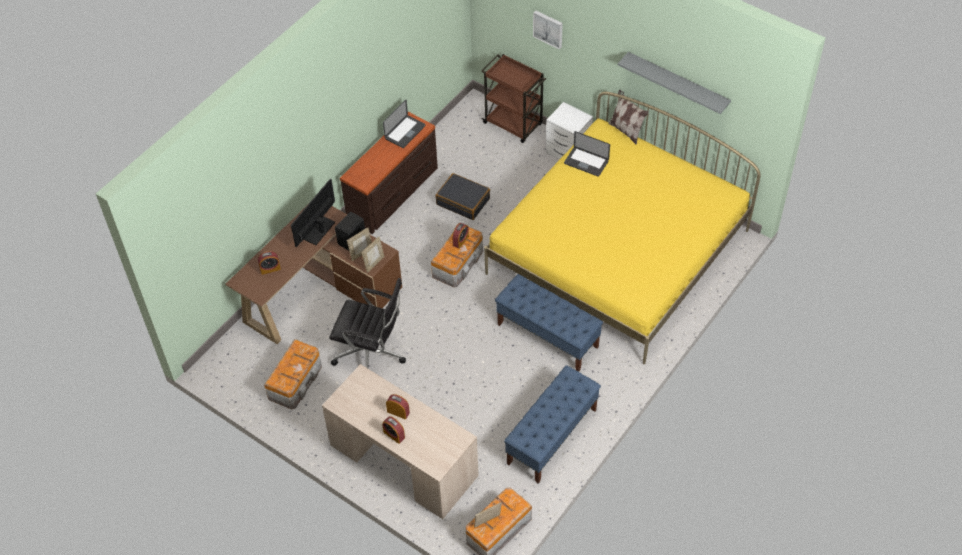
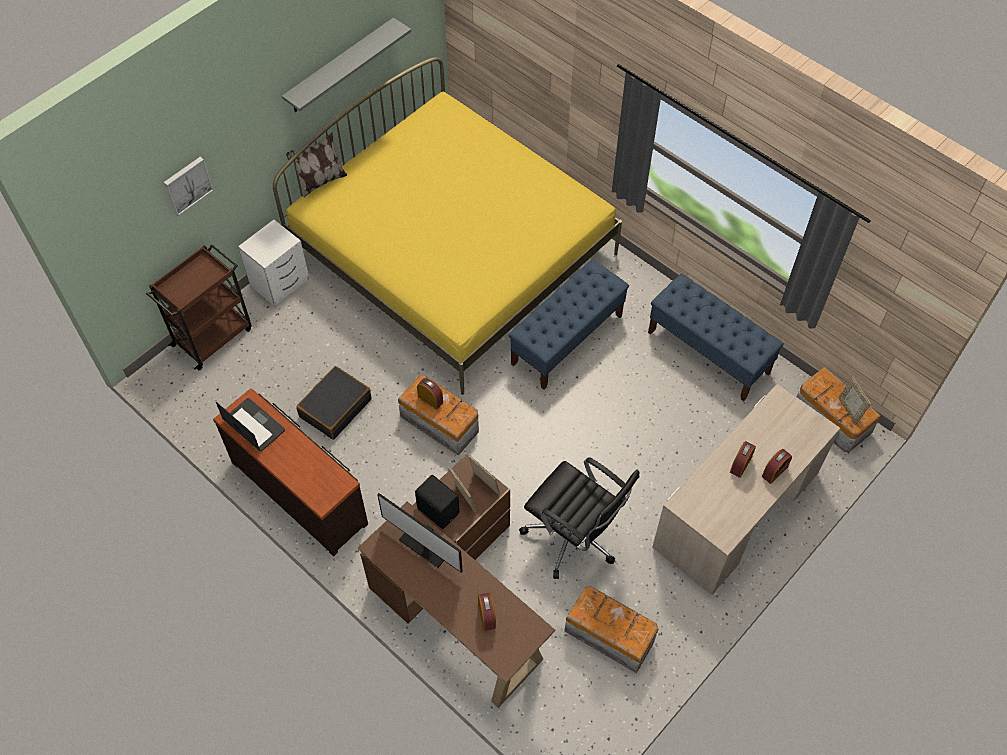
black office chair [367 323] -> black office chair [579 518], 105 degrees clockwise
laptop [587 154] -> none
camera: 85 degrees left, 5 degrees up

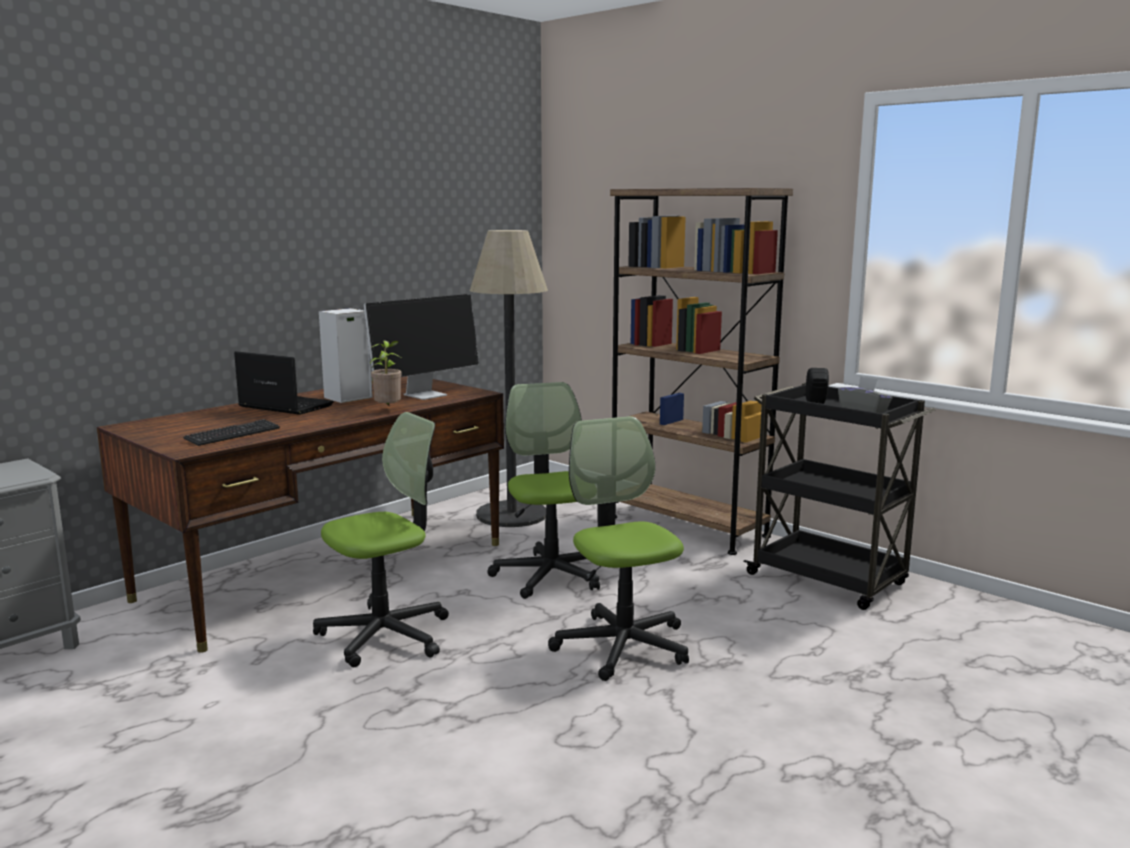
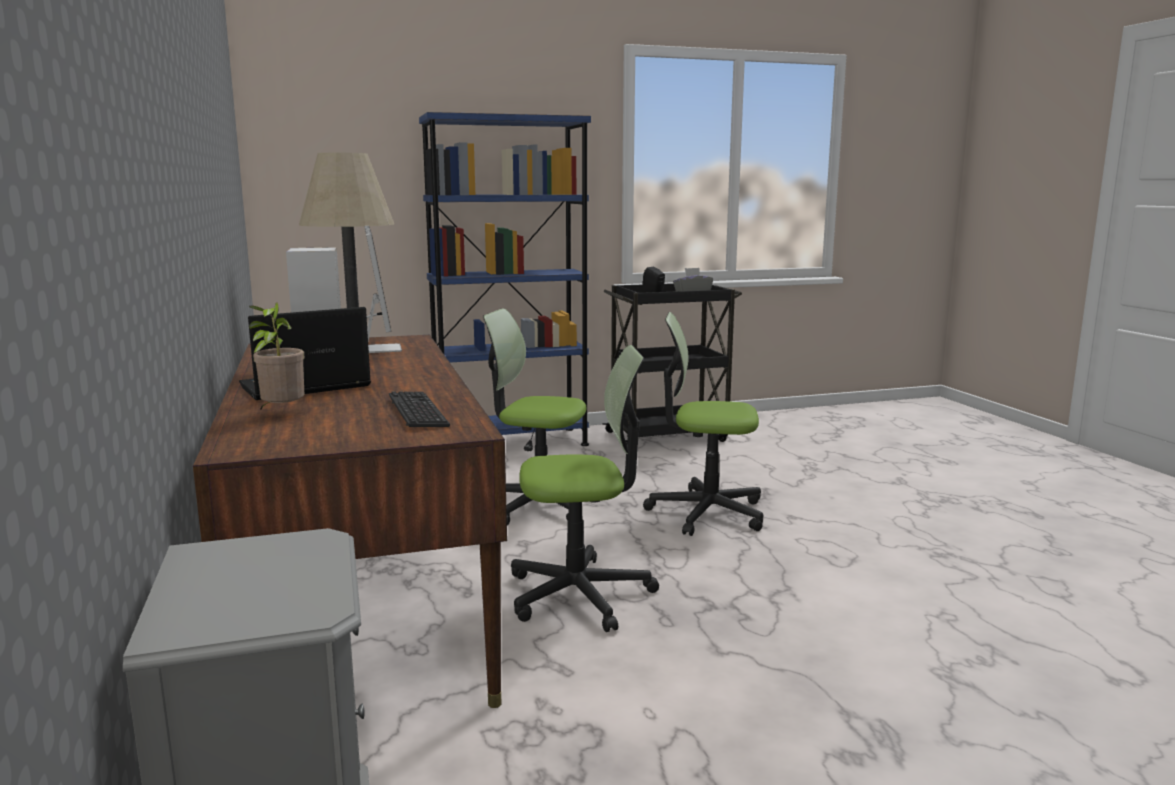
potted plant [386 373] -> potted plant [277 357], moved
brown bookcase [701 371] -> blue bookcase [505 279]
office chair [381 540] -> office chair [585 488], 90 degrees clockwise
camera: 60 degrees left, 0 degrees up

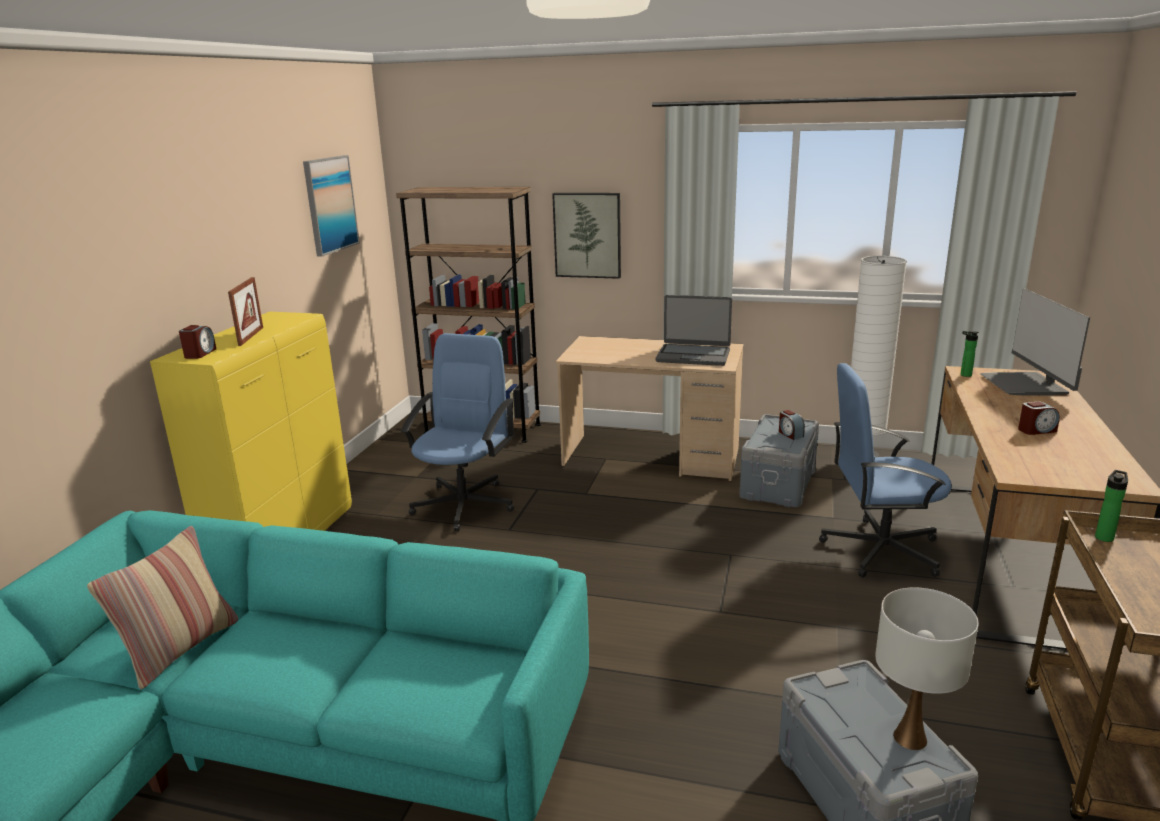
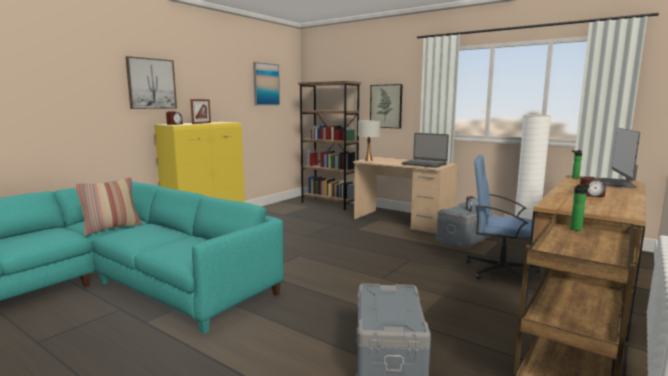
none -> picture [151 82]
white table lamp [927 668] -> white table lamp [369 140], moved
blue office chair [457 432] -> none
camera: 20 degrees right, 10 degrees down

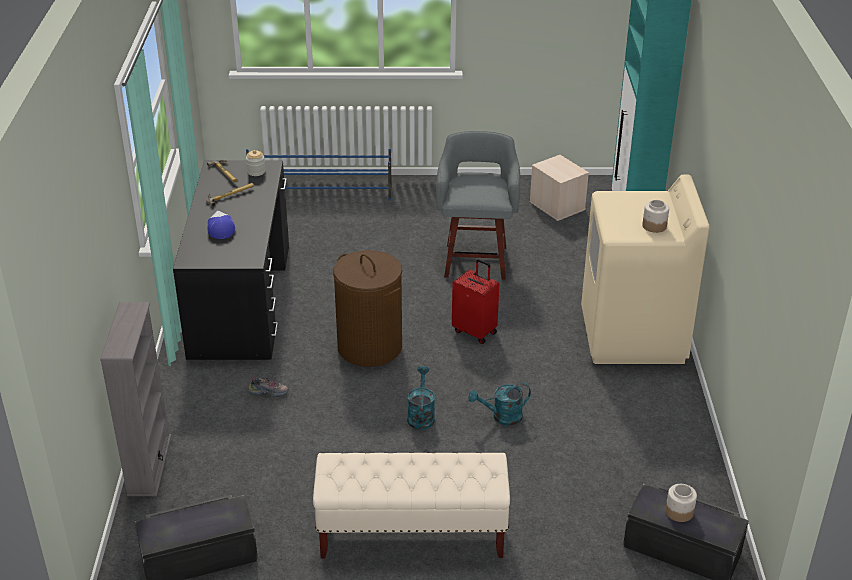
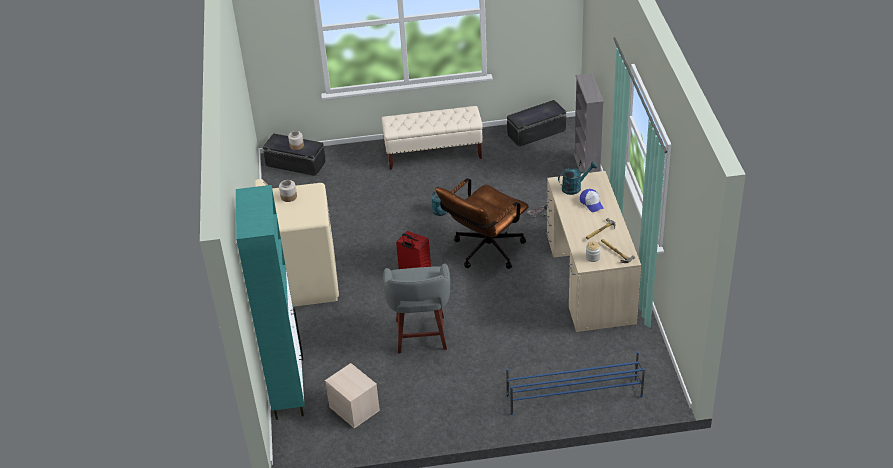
brown laundry basket [367 308] -> brown office chair [482 223]
black desk [231 260] -> beige desk [593 251]
turquoise watering can [499 404] -> turquoise watering can [577 178], moved
camera: 175 degrees right, 5 degrees up

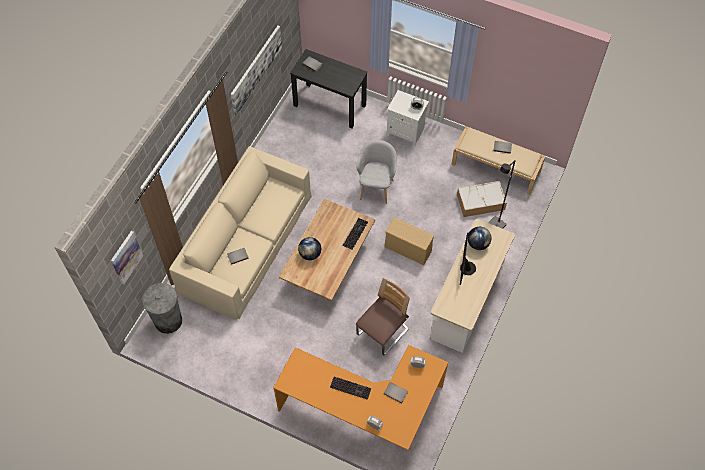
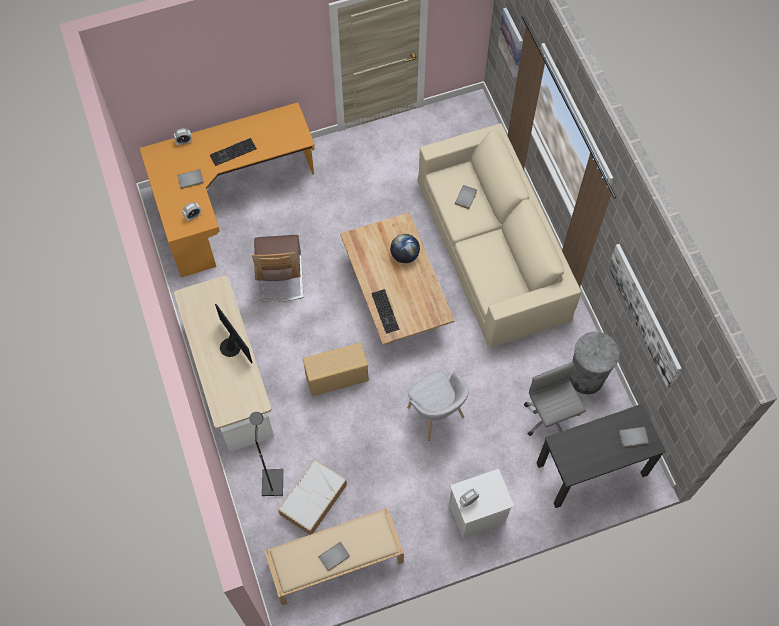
none -> grey office chair [555 399]
grey trash can [162 308] -> grey trash can [595 363], moved
globe [479 238] -> none
camera: 135 degrees right, 5 degrees up

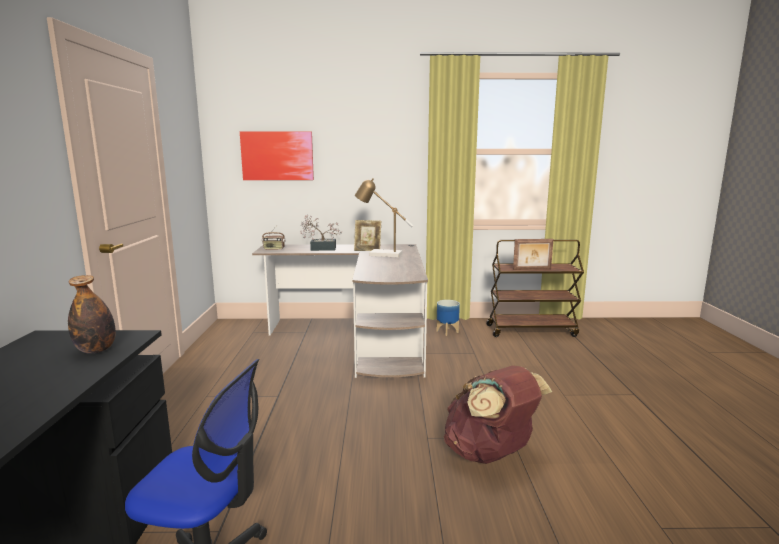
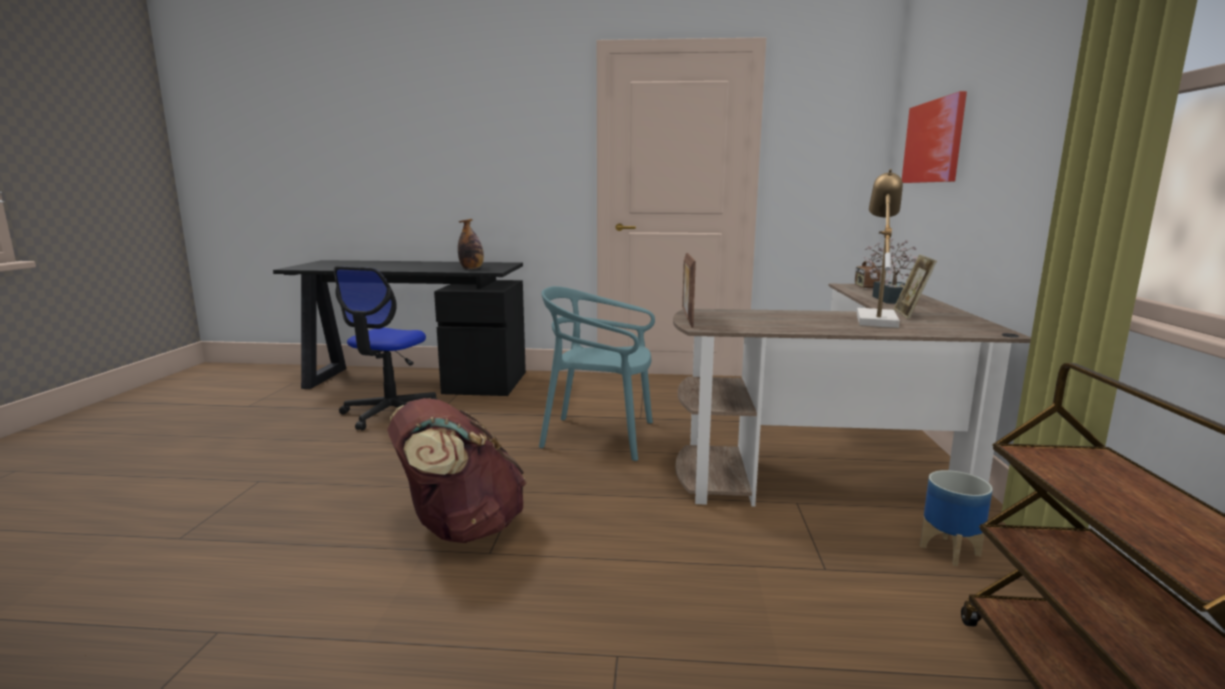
none -> turquoise chair [597 373]
picture frame [533 254] -> picture frame [689 290], moved
camera: 95 degrees right, 0 degrees up

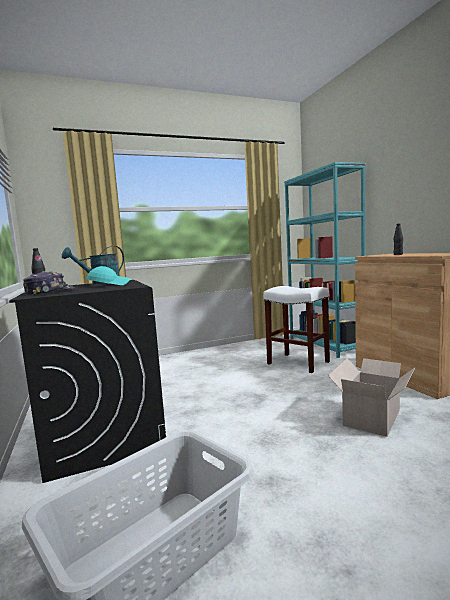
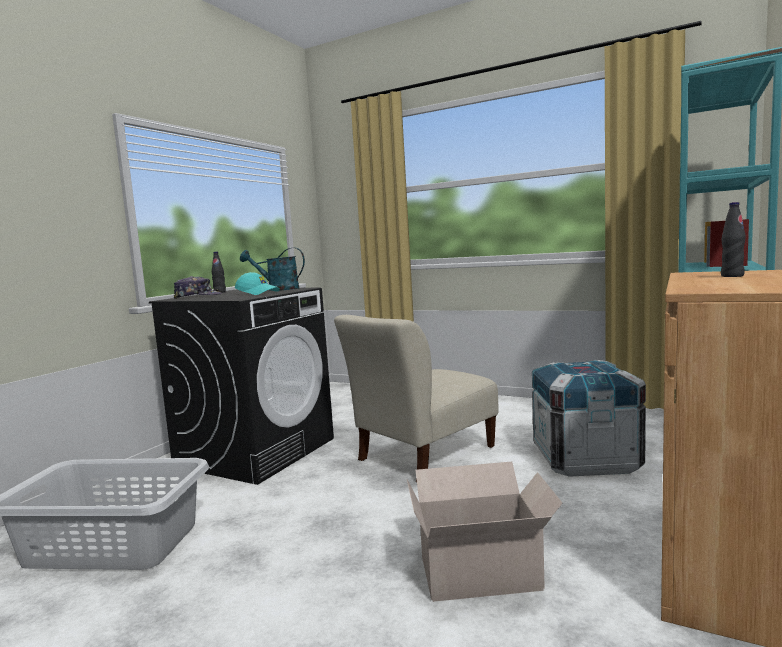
none -> beige chair [416 398]
white stool [296 329] -> crate [589 418]
camera: 50 degrees right, 0 degrees up

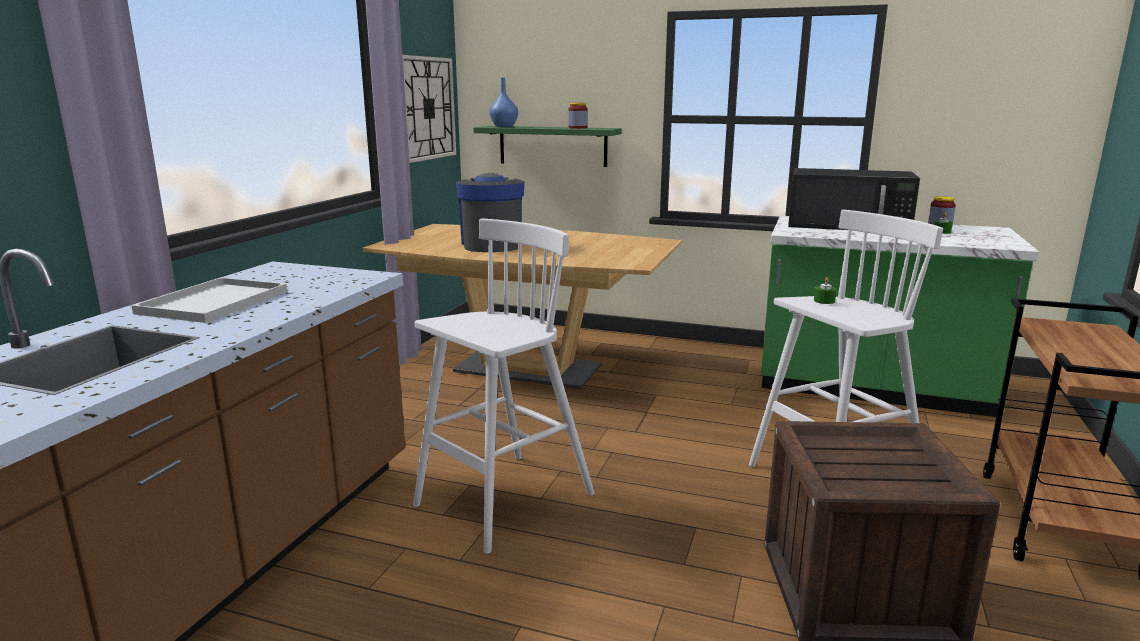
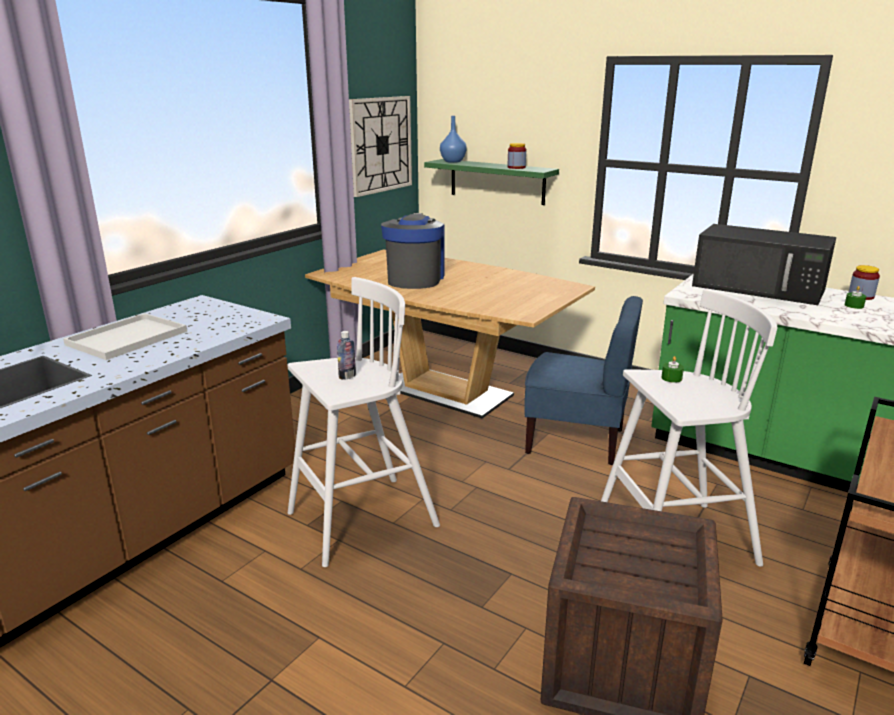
none -> bottle [346 355]
none -> blue chair [583 380]
camera: 15 degrees right, 5 degrees up

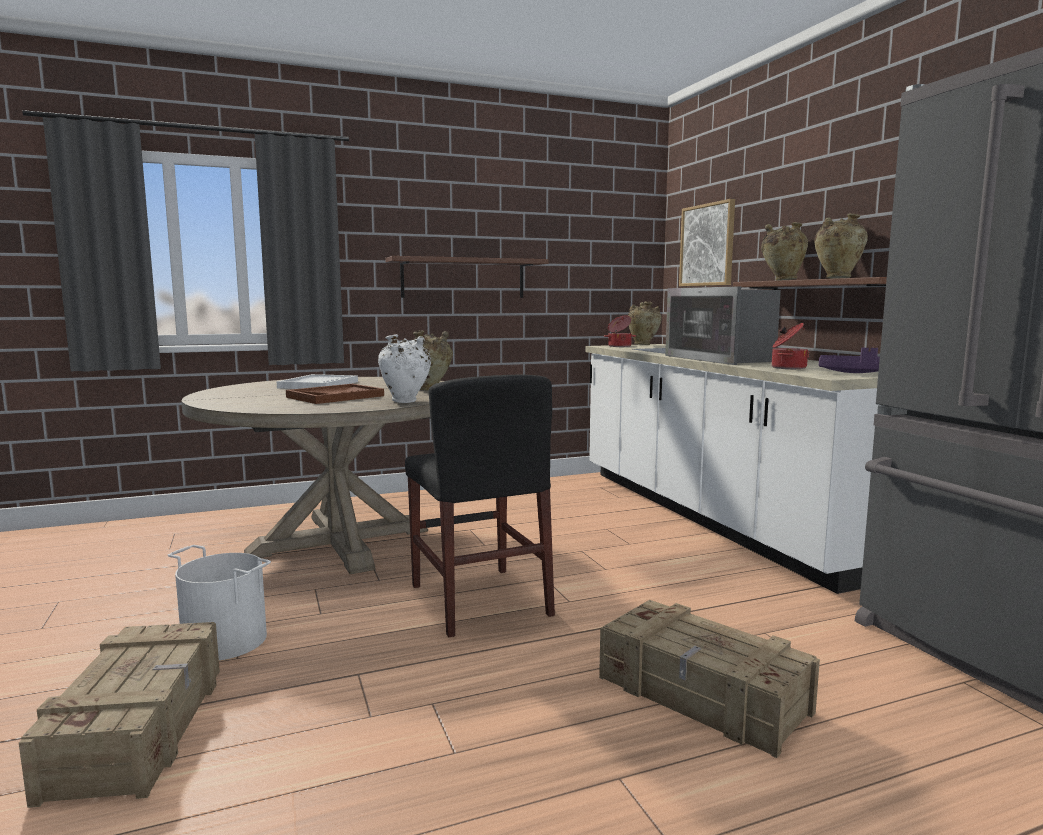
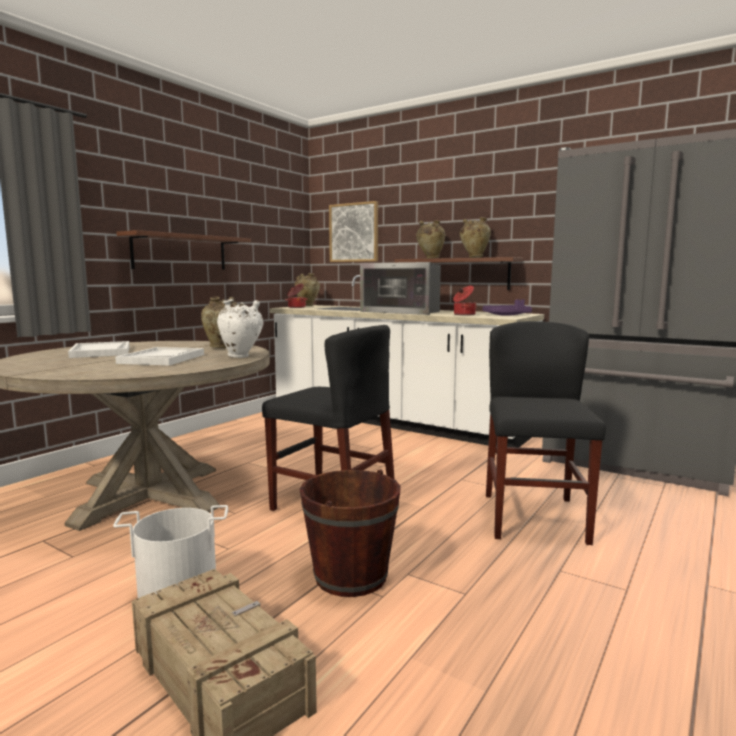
brown tray [335 394] -> white tray [159 356]
none -> brown bucket [350 533]
crate [709 679] -> black chair [546 433]
camera: 35 degrees left, 0 degrees up

